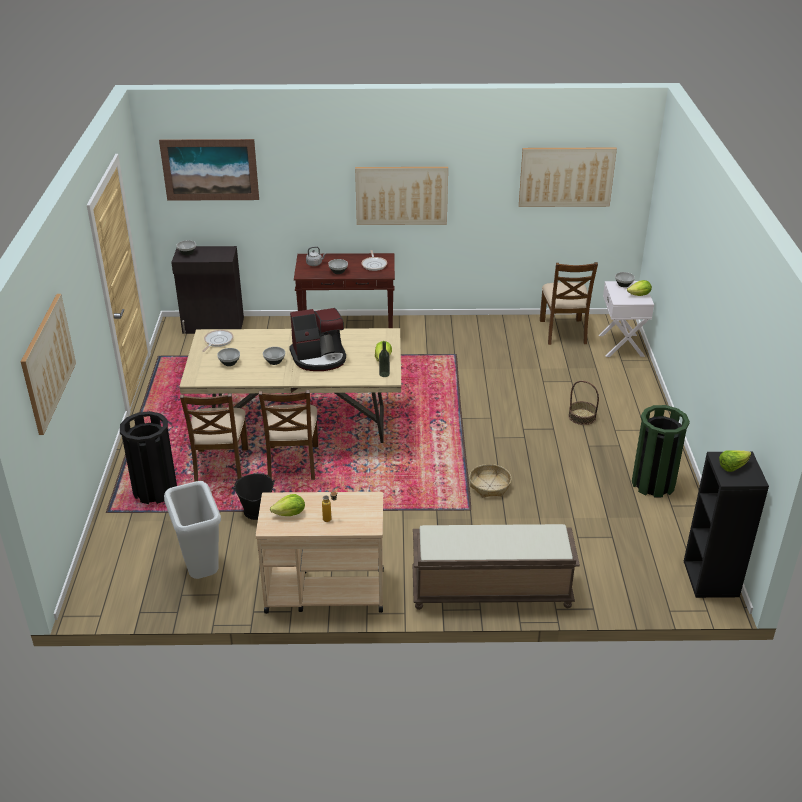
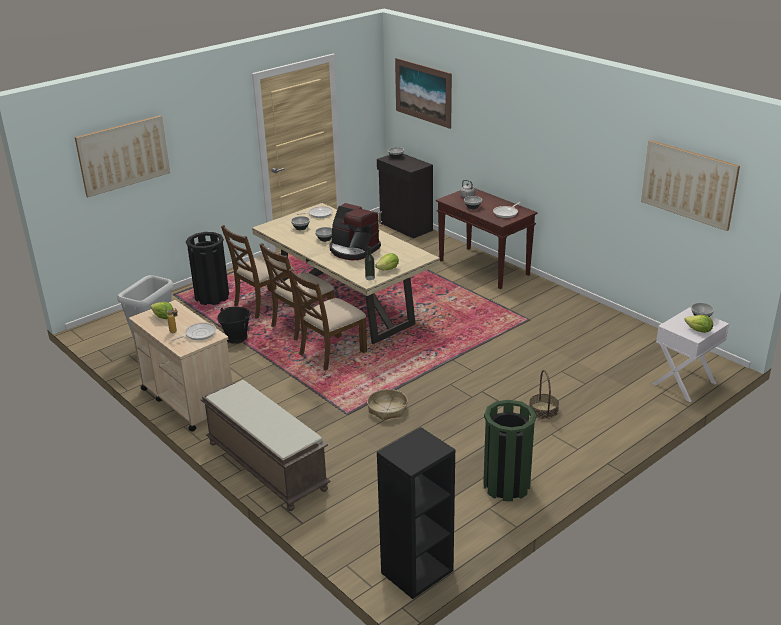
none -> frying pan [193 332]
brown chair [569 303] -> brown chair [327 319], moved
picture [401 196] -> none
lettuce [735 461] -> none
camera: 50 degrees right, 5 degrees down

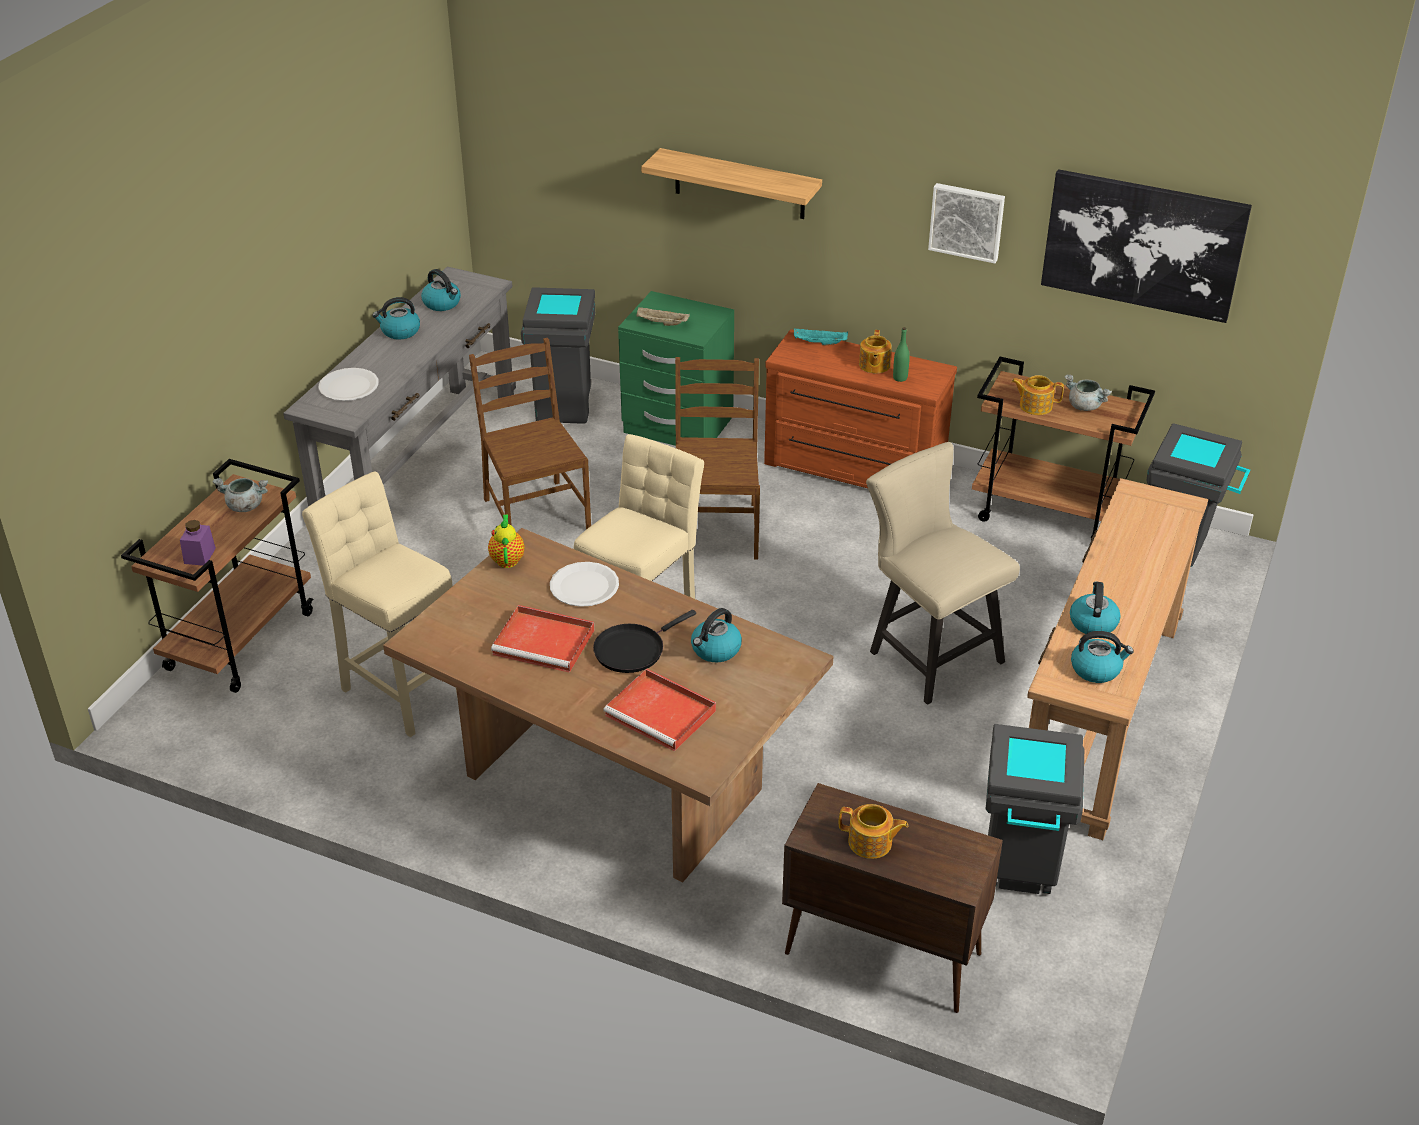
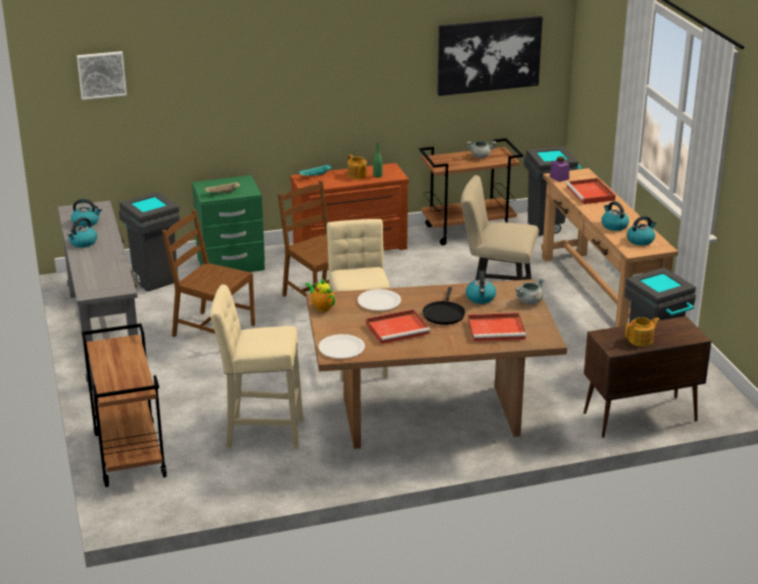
picture [966 223] -> picture [102 75], moved
white plate [349 384] -> white plate [341 346], moved
grey cooking pot [240 495] -> grey cooking pot [529 291], moved
purple jar [198 543] -> purple jar [559 169], moved
none -> red tray [591 191]
shelf [731 183] -> none
teapot [1038 395] -> none
camera: 40 degrees left, 10 degrees down

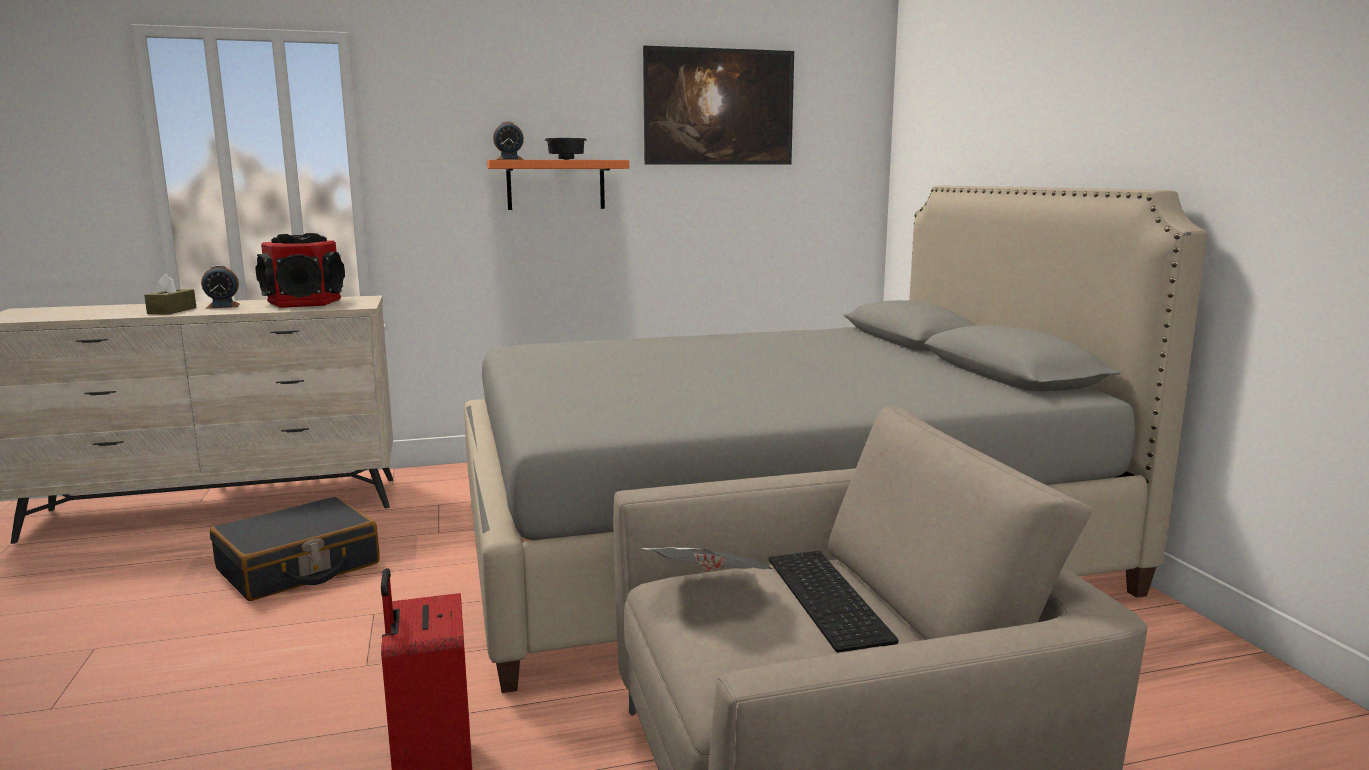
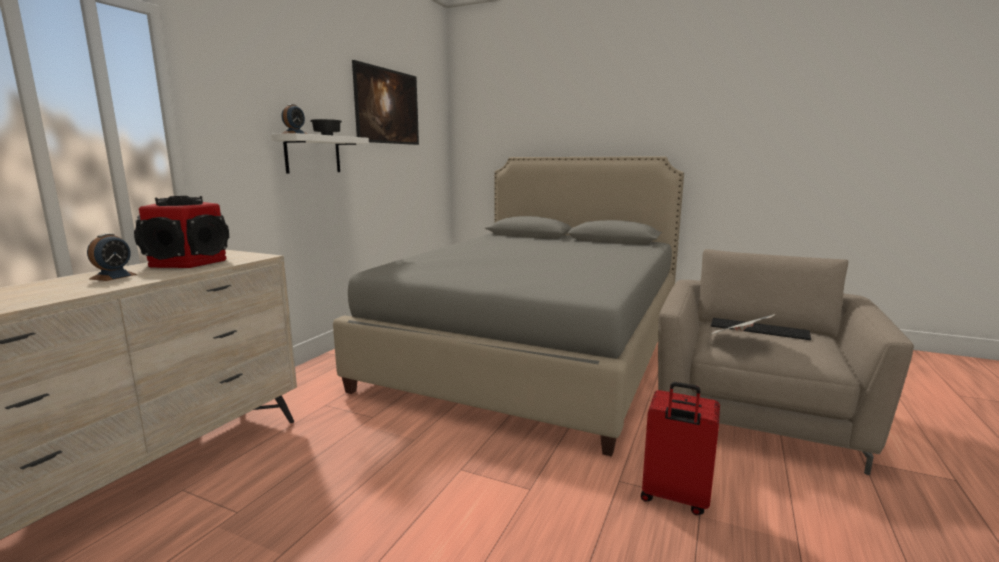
orange shelf [558 185] -> white shelf [320 153]
brown tissue box [170 293] -> none
black suitcase [295 549] -> none
camera: 50 degrees left, 0 degrees up

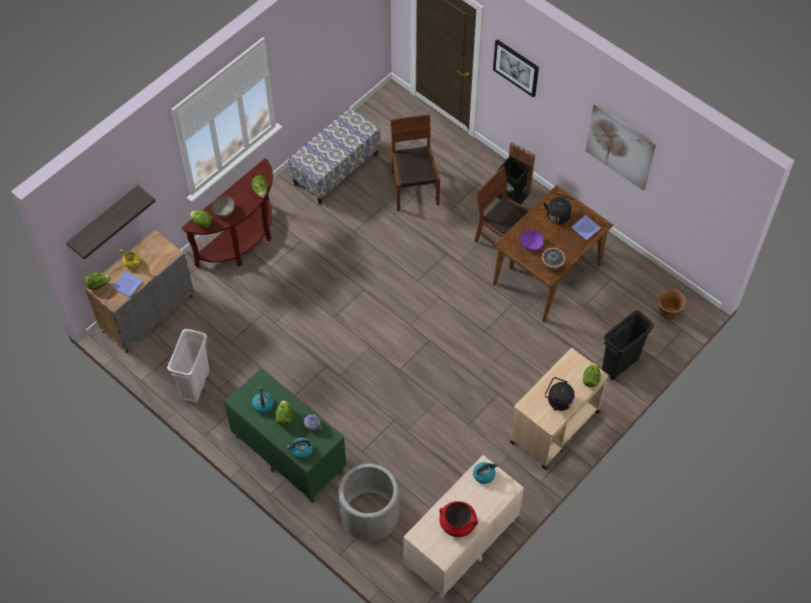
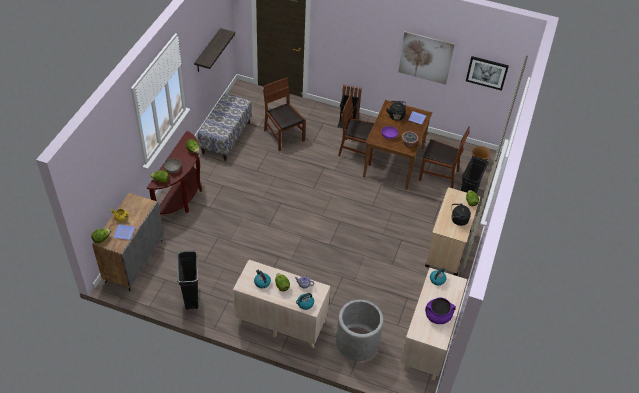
white trash can [188 366] -> black trash can [187 280]
shelf [111 222] -> shelf [214 50], moved
green dresser [285 435] -> beige dresser [281 304]
none -> brown chair [444 157]
red cooking pot [458 519] -> purple cooking pot [440 310]
picture [516 68] -> picture [487 73], moved
camera: 25 degrees left, 10 degrees down

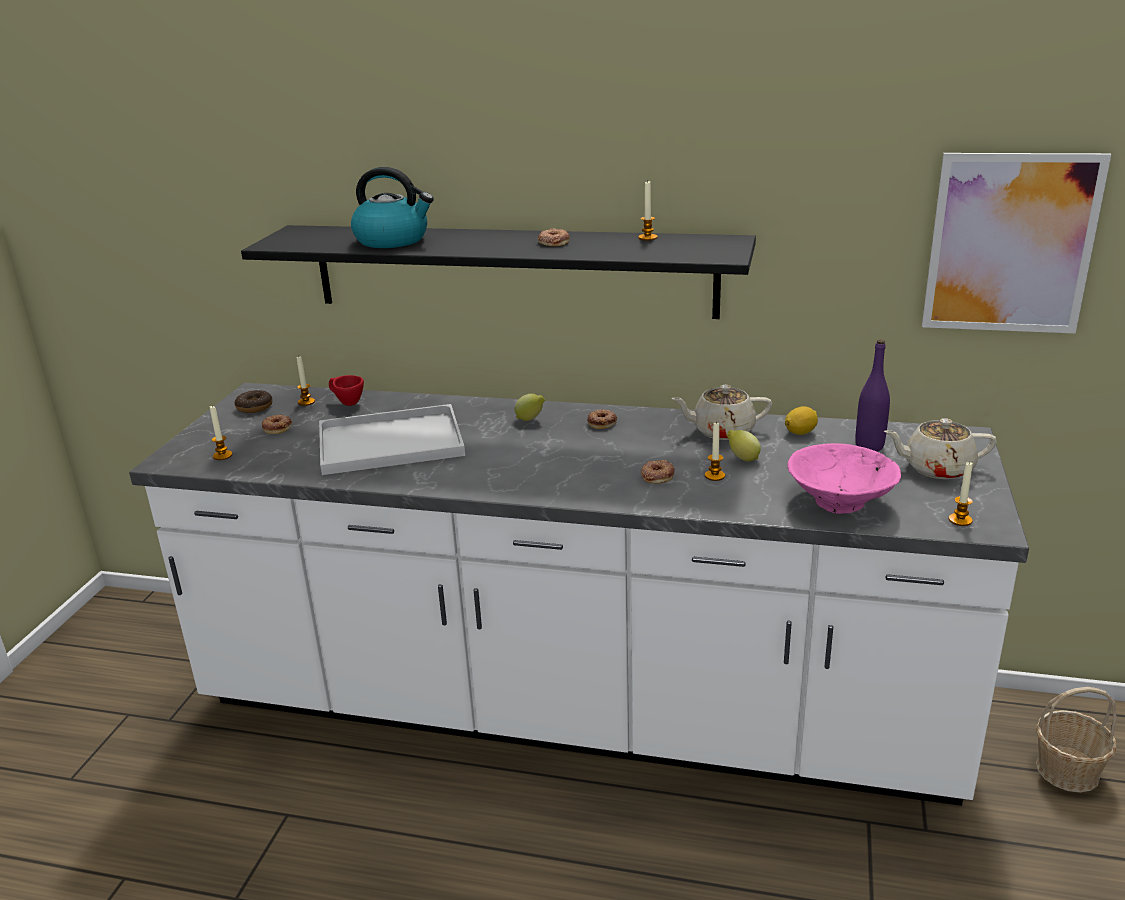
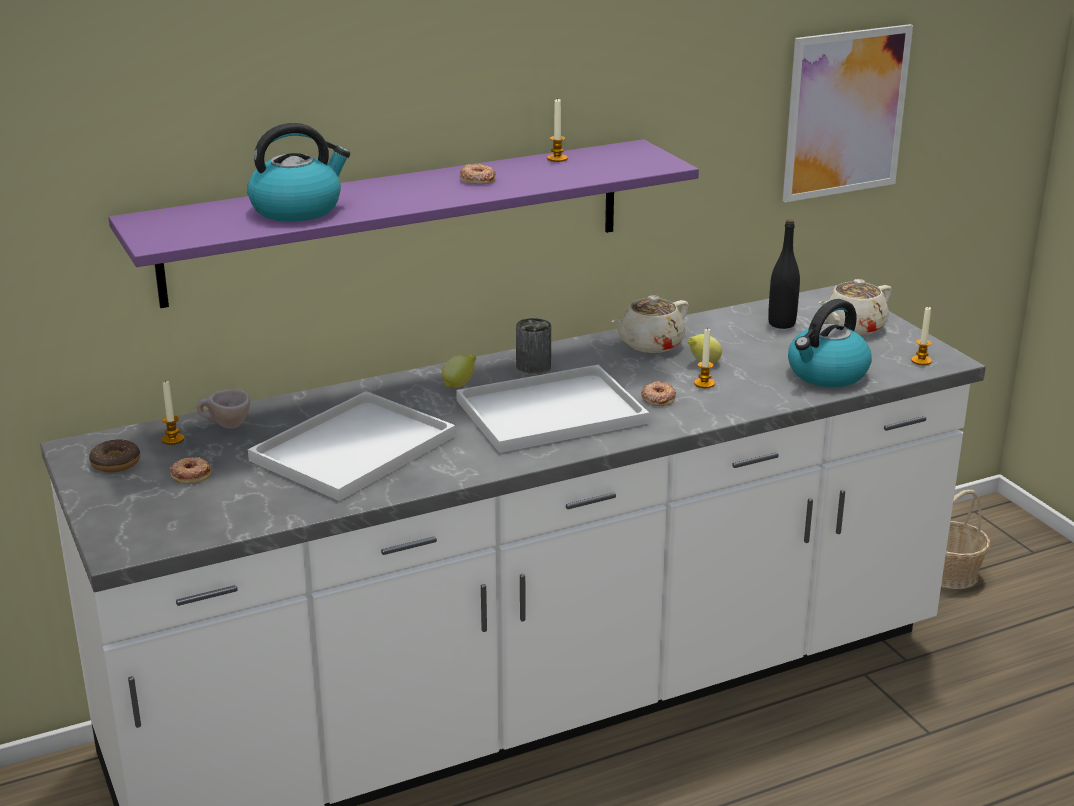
black shelf [498 272] -> purple shelf [403 223]
red cup [346 390] -> beige cup [223 409]
none -> white tray [552 409]
donut [602 419] -> can [533 346]
purple bottle [872 395] -> black bottle [784 274]
pink bowl [844 478] -> kettle [830 343]
candle [221 433] -> none
lemon [801 420] -> none
camera: 40 degrees left, 0 degrees up

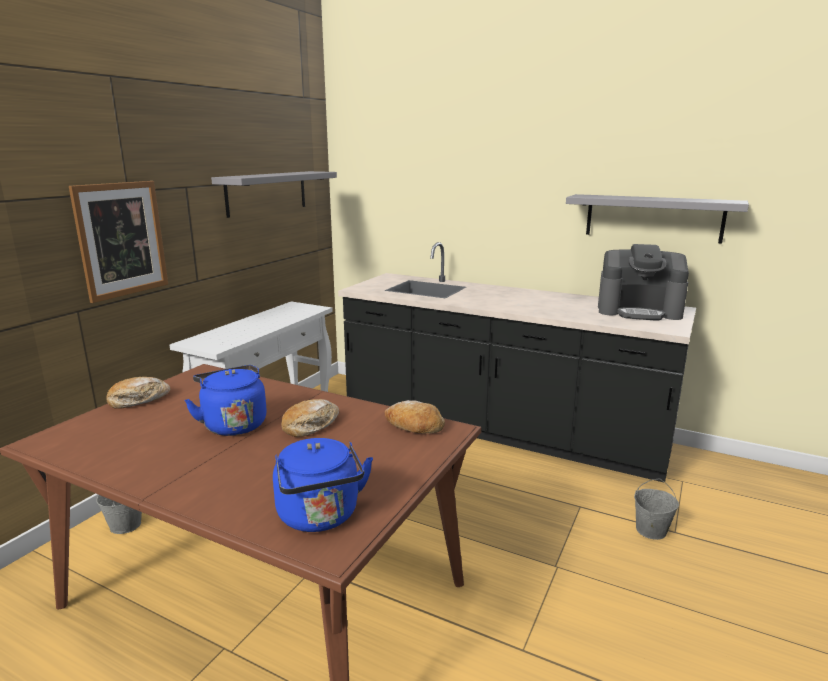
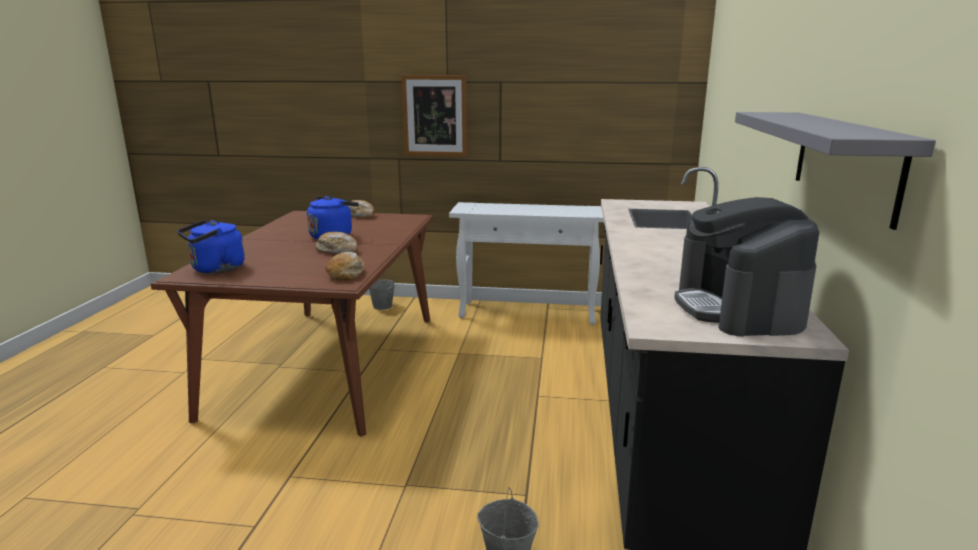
grey shelf [274 194] -> none
camera: 70 degrees right, 0 degrees up

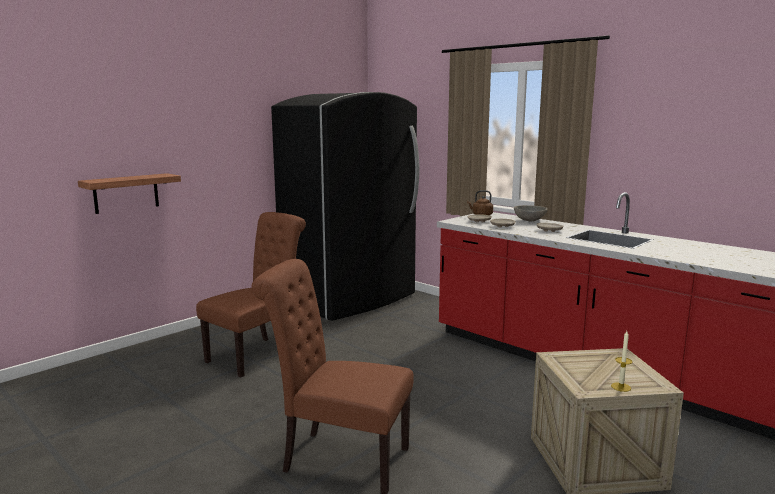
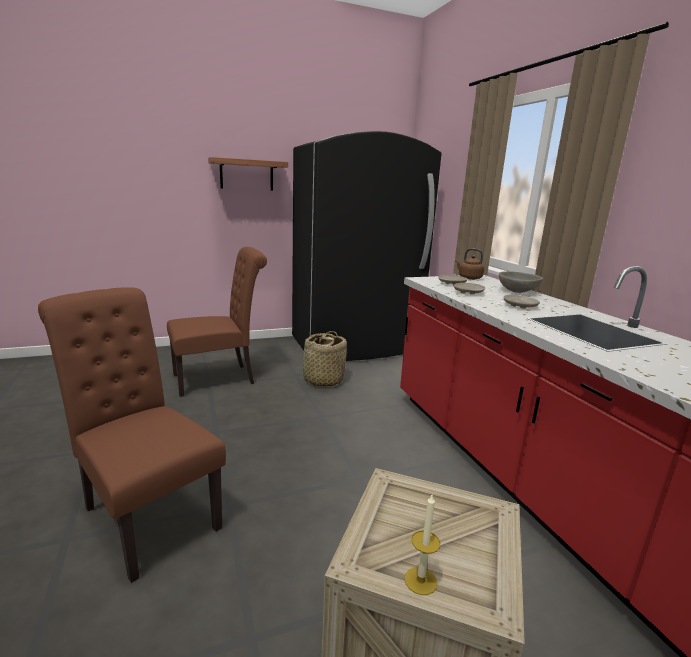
shelf [129 193] -> shelf [248 174], moved
none -> basket [323 359]
camera: 25 degrees right, 5 degrees up

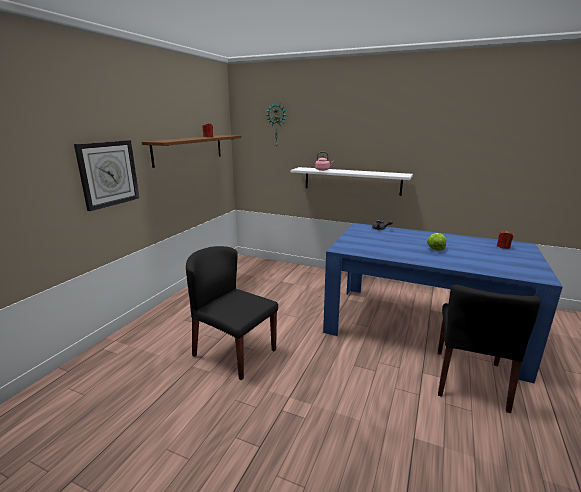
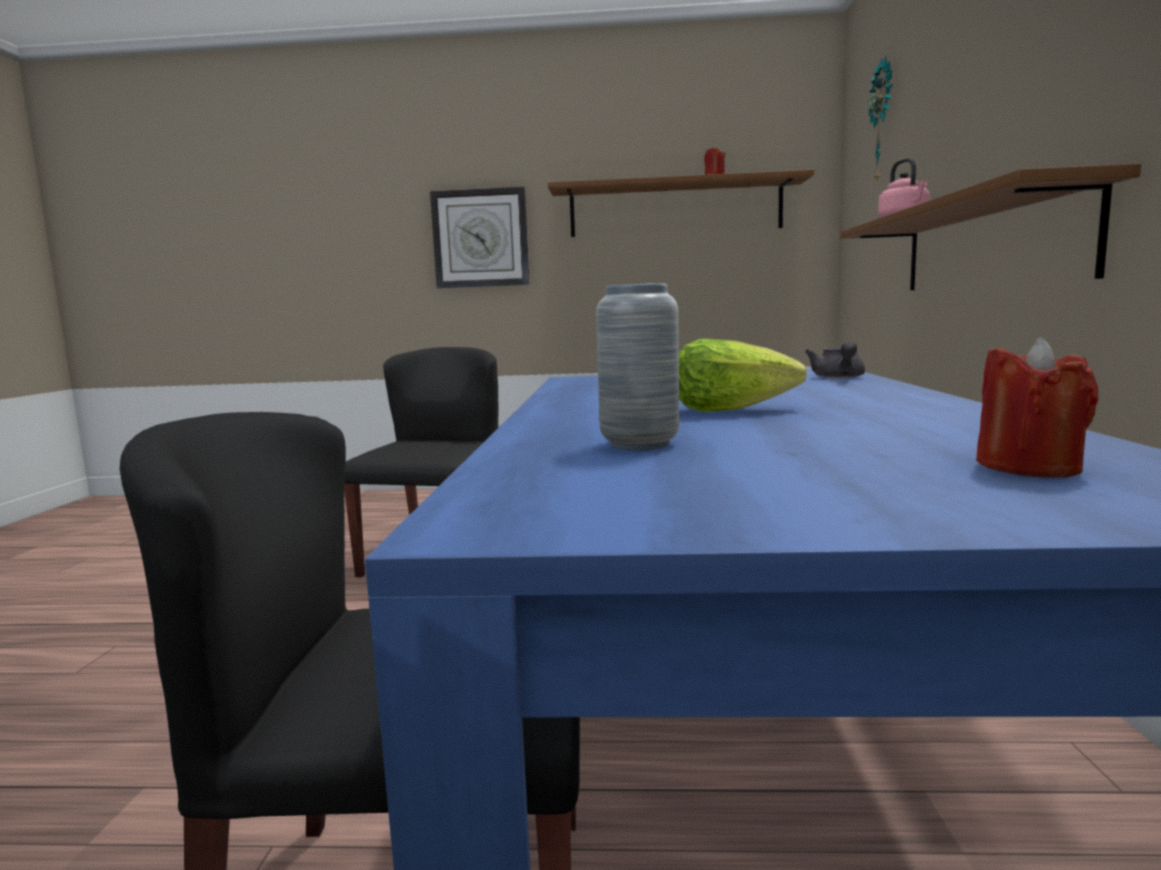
none -> grey vase [637 366]
white shelf [352 181] -> brown shelf [990 226]
camera: 70 degrees right, 10 degrees down

